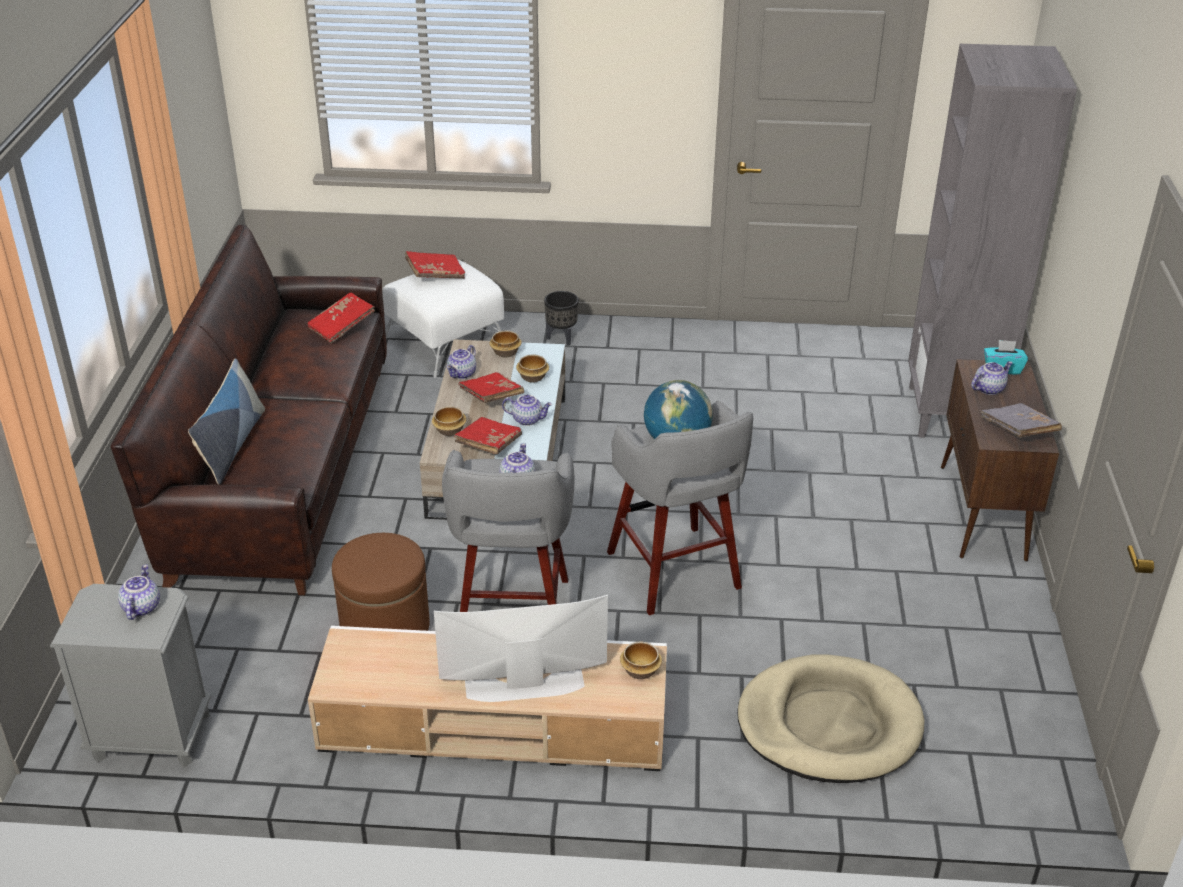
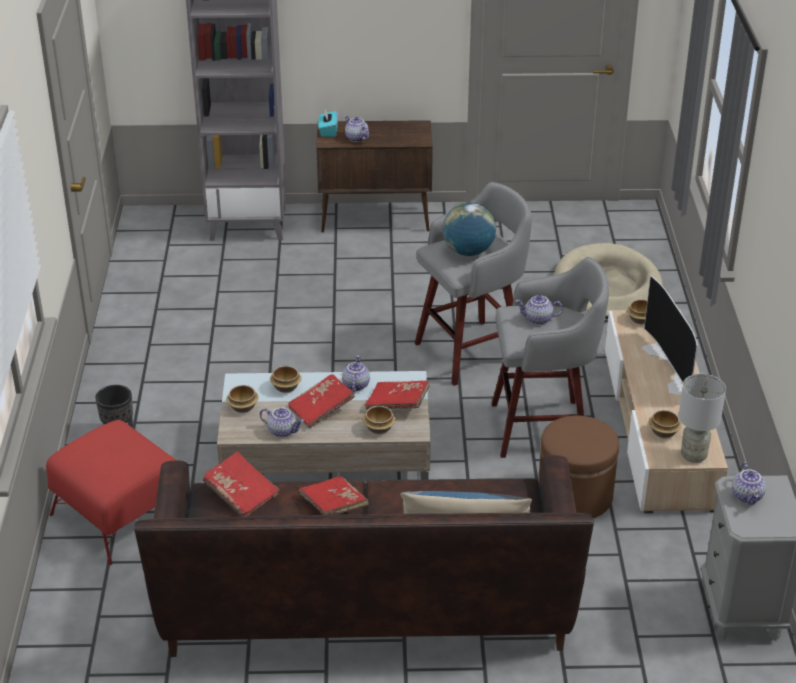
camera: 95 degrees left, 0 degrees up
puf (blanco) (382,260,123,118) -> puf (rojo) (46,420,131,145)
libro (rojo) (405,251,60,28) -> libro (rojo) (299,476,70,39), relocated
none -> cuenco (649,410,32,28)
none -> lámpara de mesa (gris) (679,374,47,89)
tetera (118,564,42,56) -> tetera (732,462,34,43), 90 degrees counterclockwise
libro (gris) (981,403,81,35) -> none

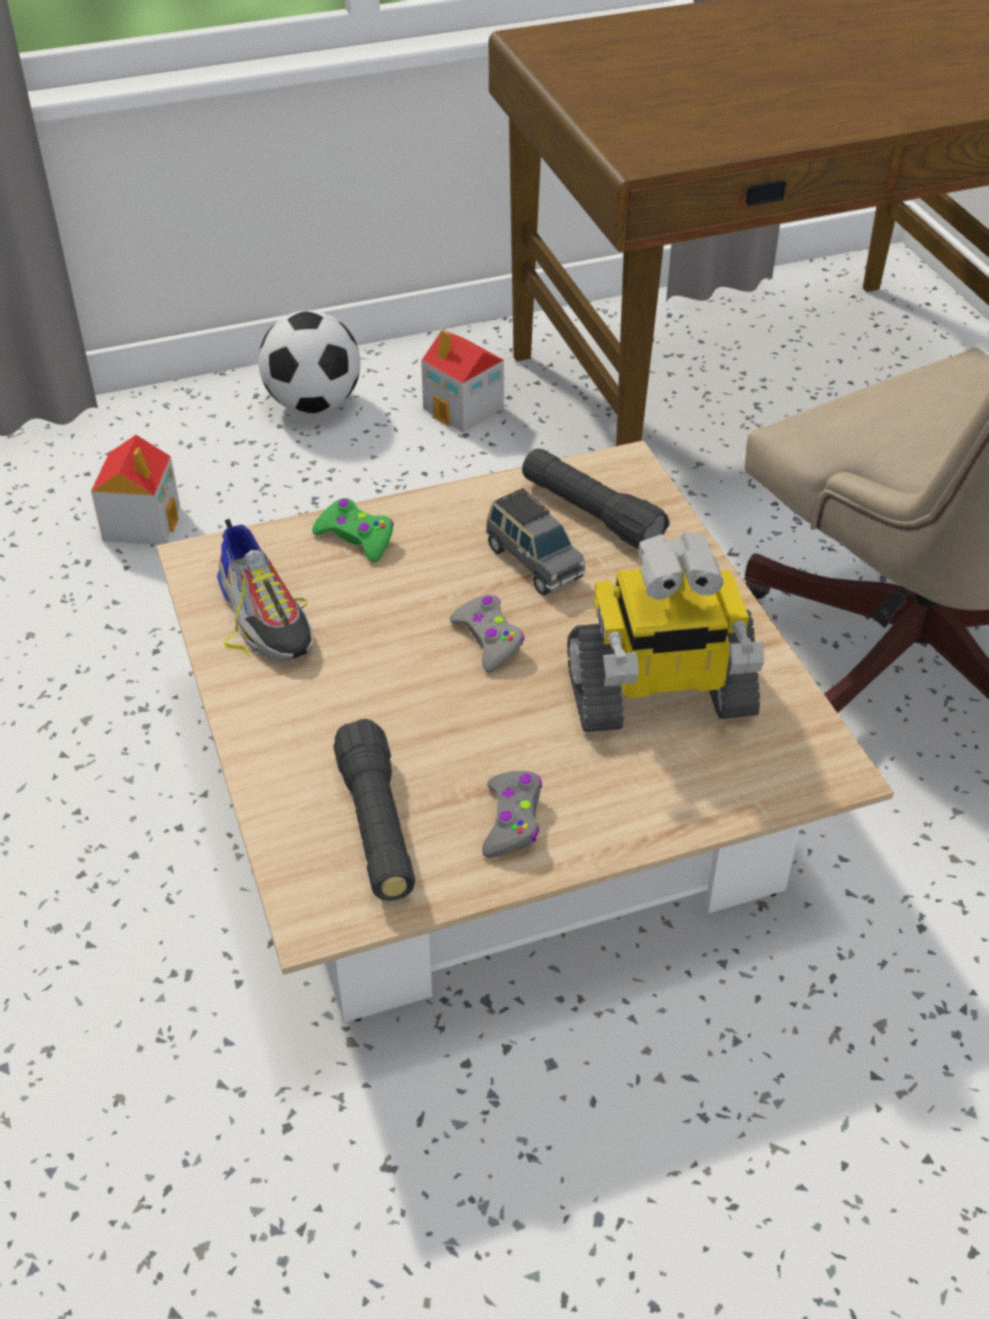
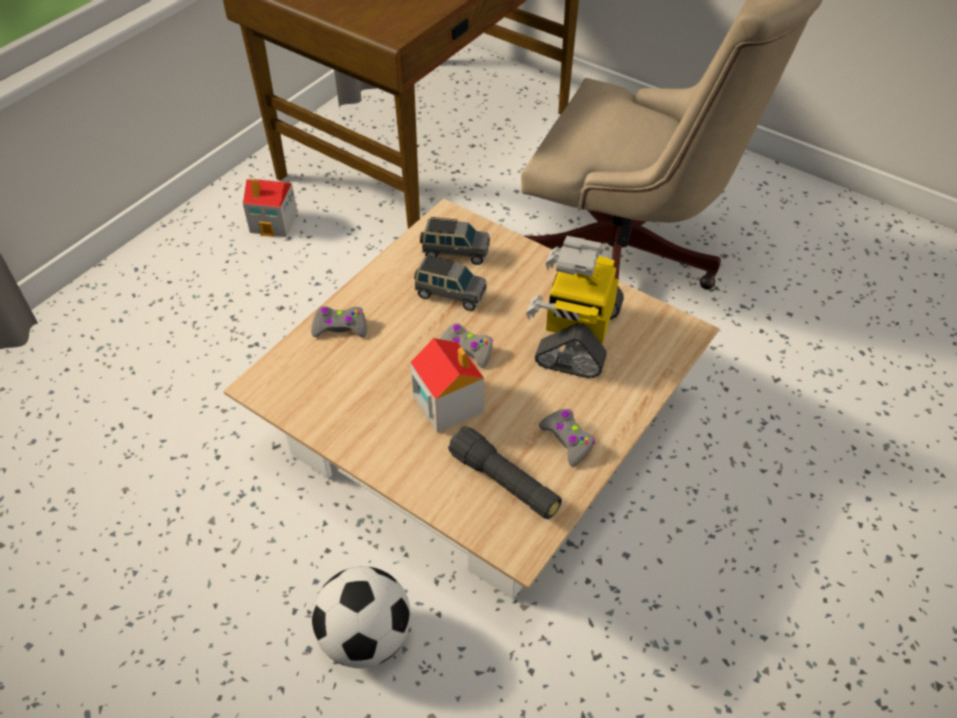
camera: 35 degrees left, 5 degrees up
mando de consola (verde) (312,498,82,64) -> mando de consola (gris) (311,306,56,31)
balón de fútbol (258,311,102,103) -> balón de fútbol (312,566,99,102), relocated
casita (91,435,89,110) -> casita (410,338,74,95), relocated
linterna (negro) (522,449,148,101) -> coche de juguete (gris) (420,217,70,48)
robot de juguete (567,532,198,200) -> robot de juguete (526,236,98,142), 150 degrees clockwise
zapato (217,519,96,141) -> none

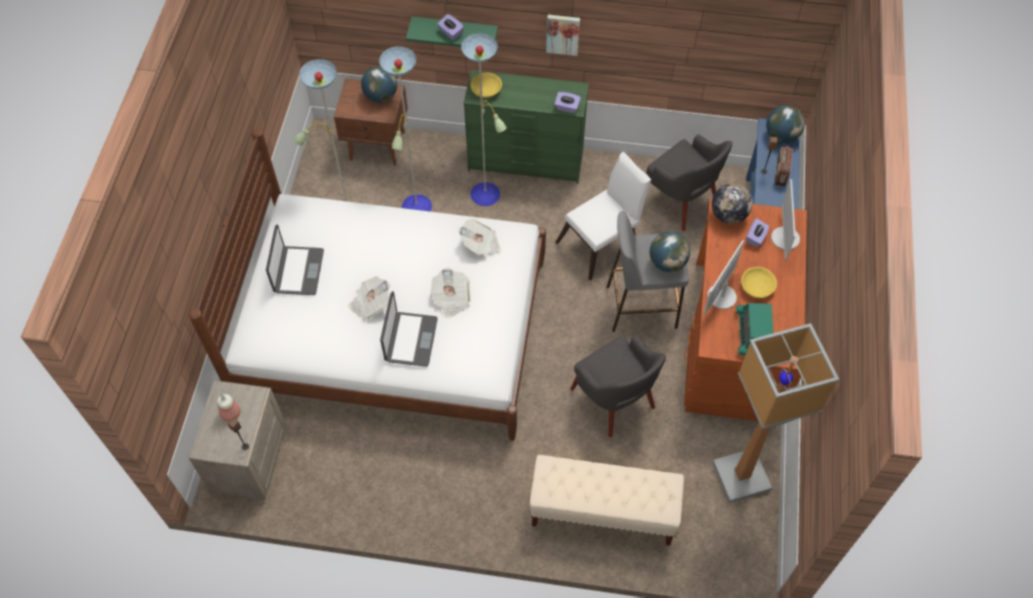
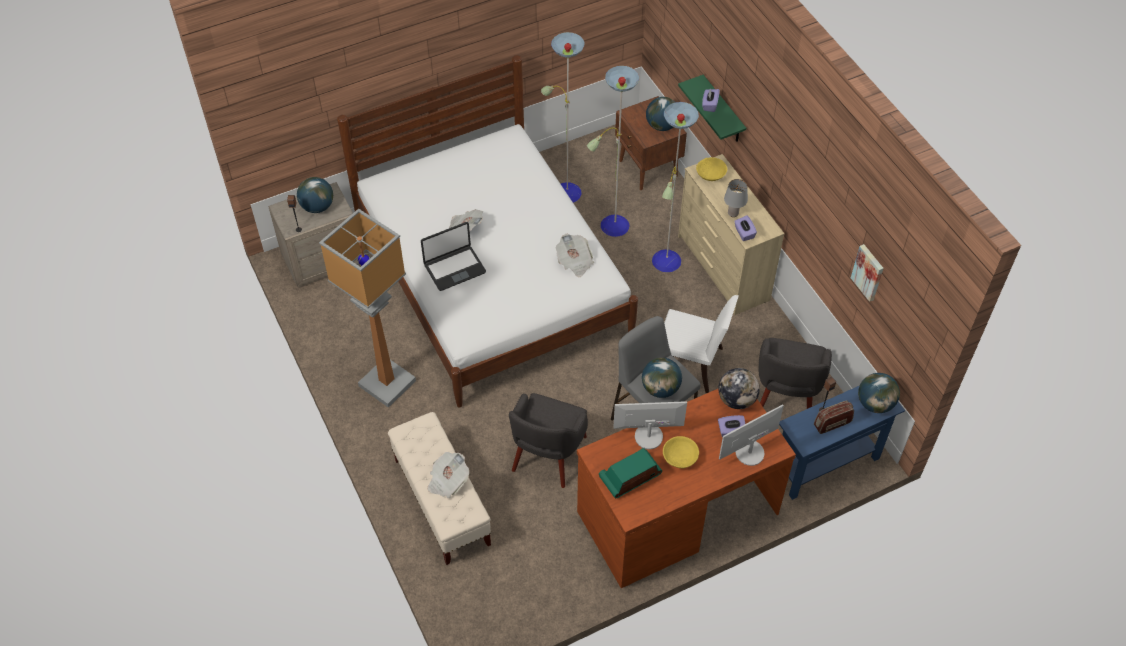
camera: 55 degrees right, 5 degrees down
botella (217,393,23,28) -> globo terráqueo (297,177,36,36)
lámpara de pie (712,323,127,180) -> lámpara de pie (319,209,97,199), relocated
periódico (430,268,41,50) -> periódico (427,452,42,47), relocated
cómoda (verde) (463,70,126,114) -> cómoda (beis) (678,154,107,161)
none -> lámpara de mesa (gris) (724,179,24,38)
cuadro (546,15,34,41) -> cuadro (851,244,33,58), relocated
portátil (266,224,58,71) -> none

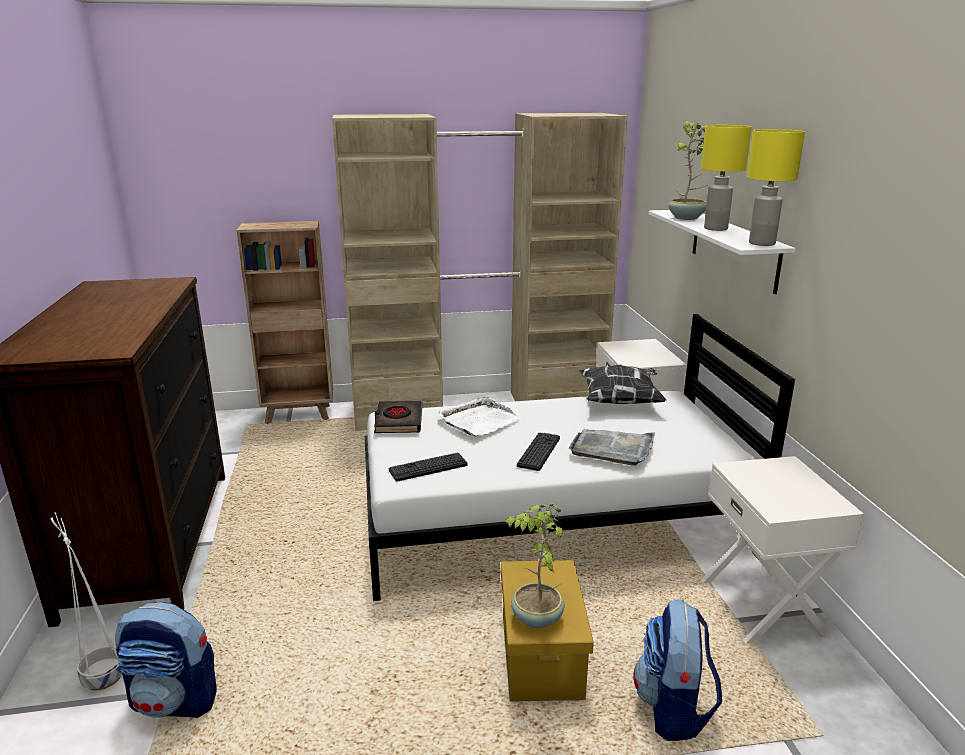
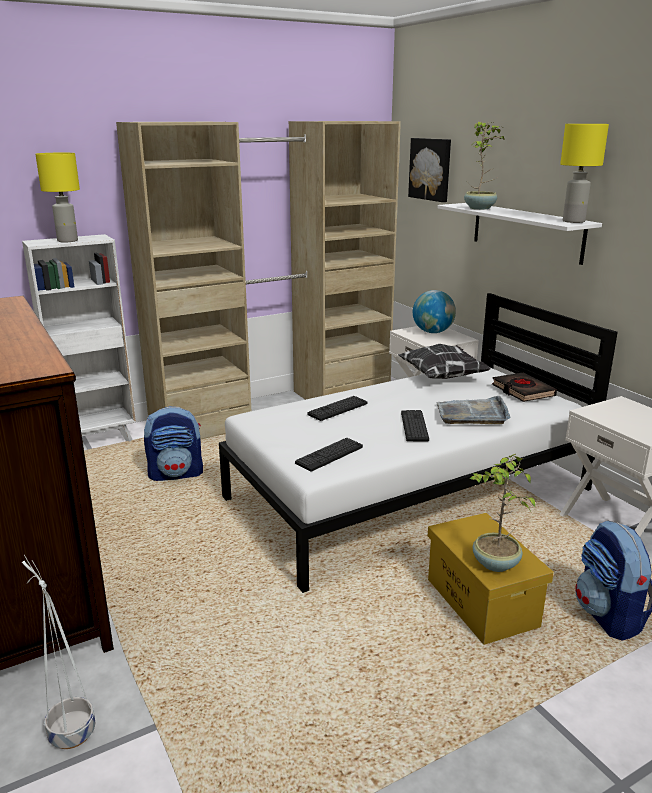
camera: 20 degrees left, 0 degrees up
estantería (marrón) (236,221,97,203) -> estantería (blanco) (22,234,114,207)
lámpara de mesa (amarillo) (701,125,51,106) -> lámpara de mesa (amarillo) (35,153,45,89), relocated
mochila (115,602,102,116) -> mochila (144,406,59,75), relocated
bandeja (blanco) (438,397,83,40) -> teclado (308,396,59,25)
none -> cuadro (408,138,43,64)
none -> globo terráqueo (413,290,43,43)
libro (negro) (374,401,48,32) -> libro (negro) (492,372,65,30), relocated

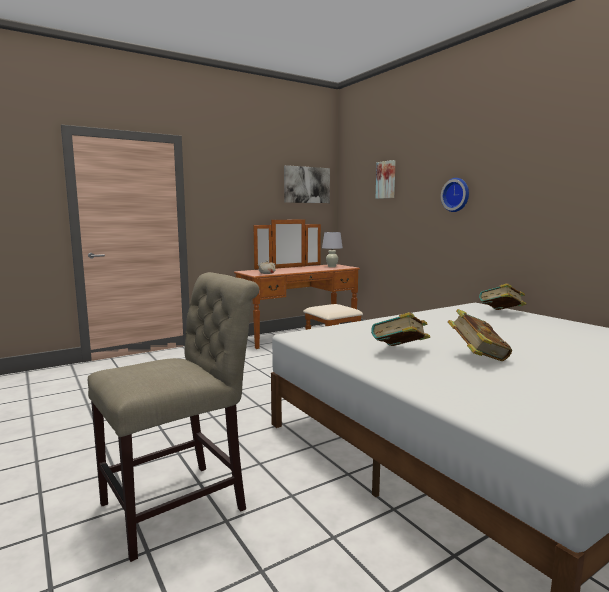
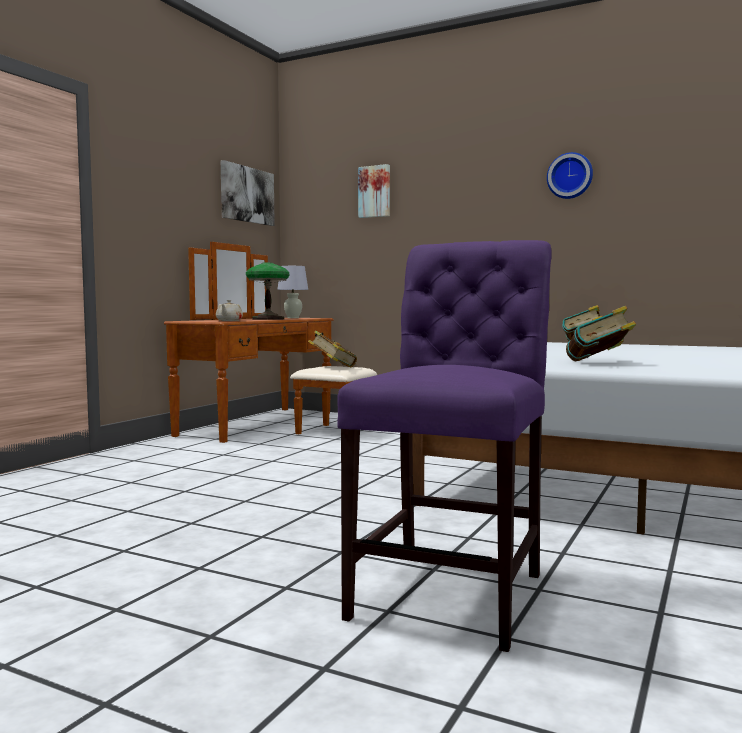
camera: 30 degrees left, 5 degrees down
none -> lámpara de mesa (246,262,44,58)
libro (448,309,64,52) -> libro (308,330,49,37), relocated
silla (beis) (88,272,171,290) -> silla (morado) (337,240,215,412)
reloj de pared (441,178,28,34) -> reloj de pared (547,152,46,47), relocated

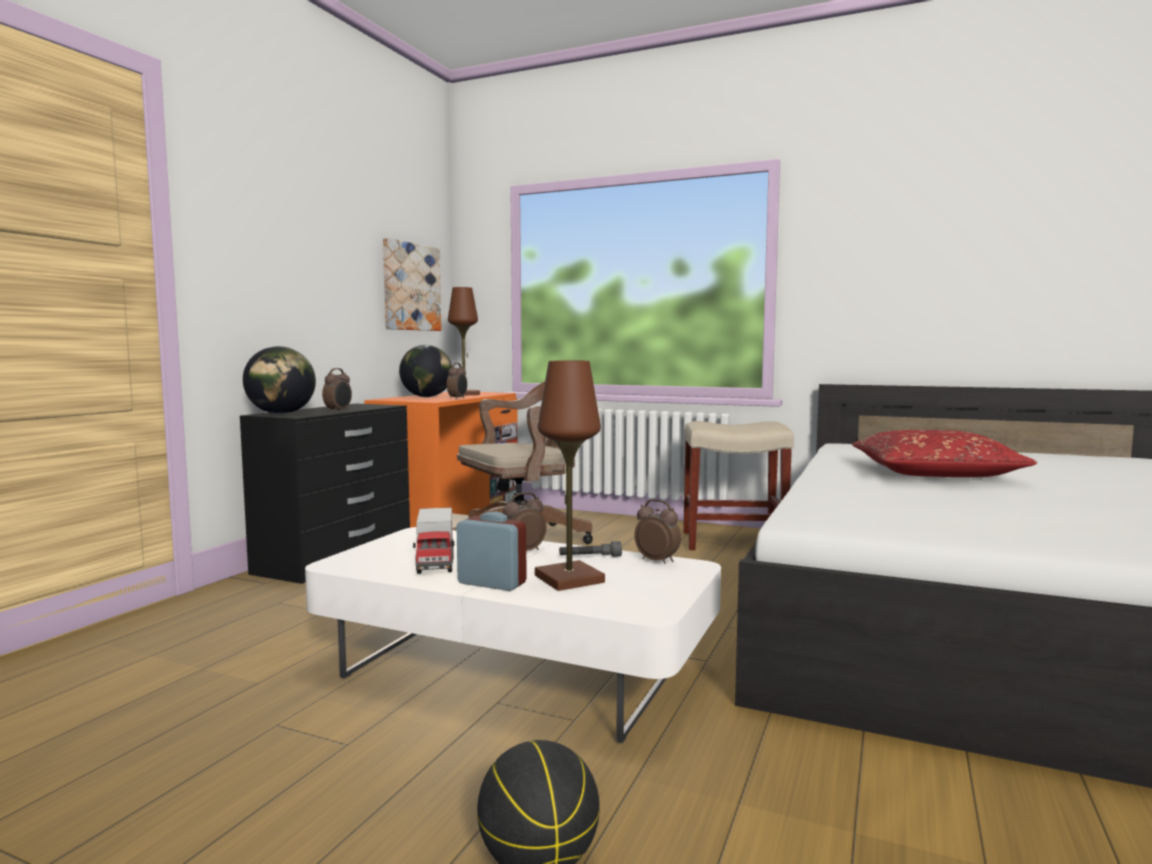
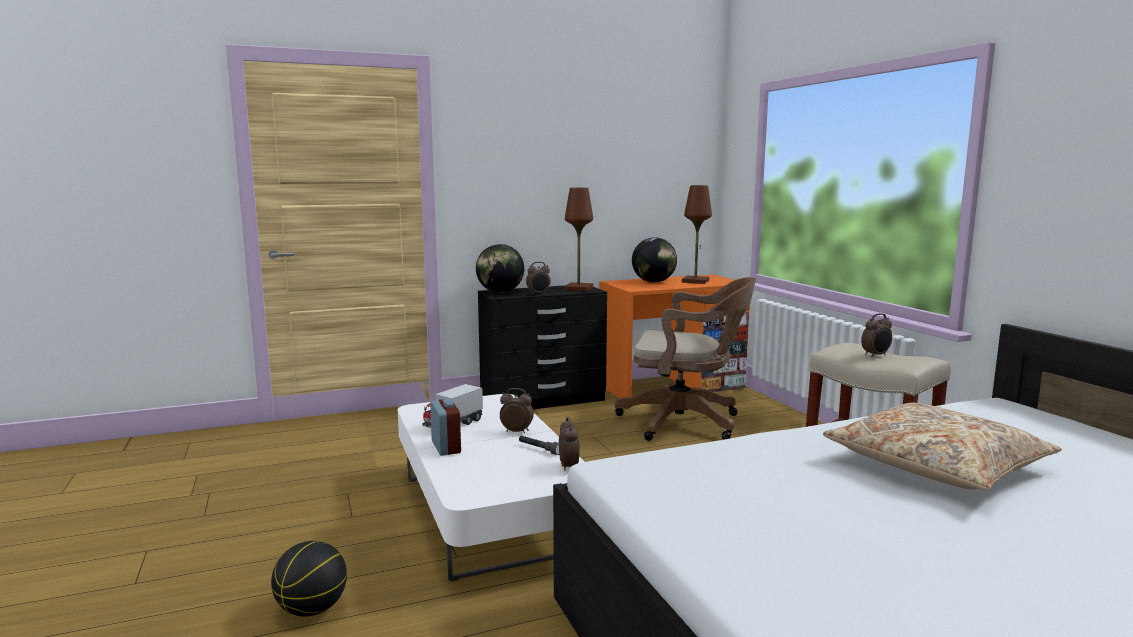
camera: 45 degrees right, 5 degrees up
lámpara de mesa (marrón) (535,360,70,231) -> lámpara de mesa (marrón) (564,188,29,103), relocated
cojín (rojo) (852,430,185,47) -> cojín (beis) (823,403,239,87)
despertador (447,363,20,36) -> despertador (861,313,31,44), relocated
cuadro (383,238,58,93) -> none

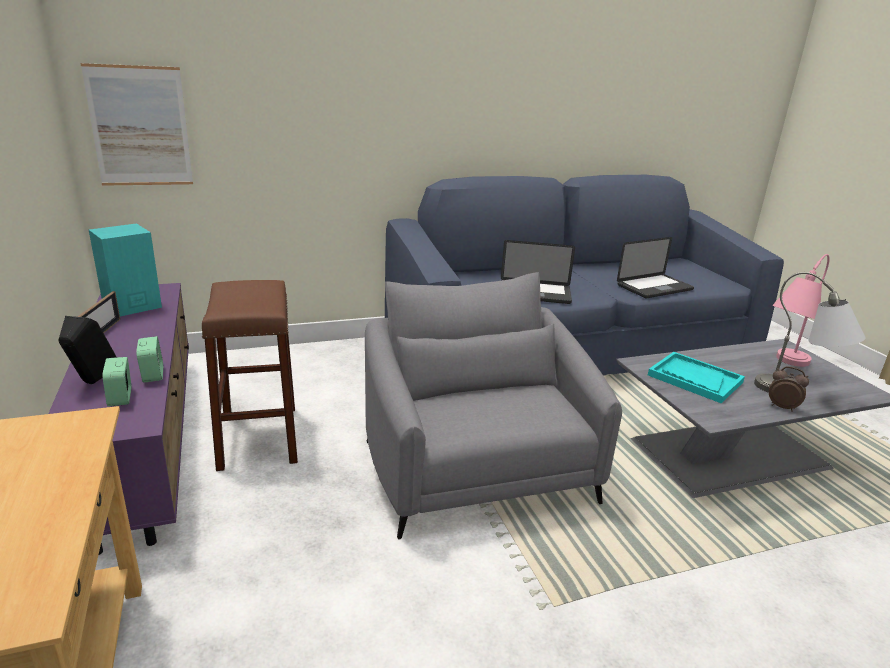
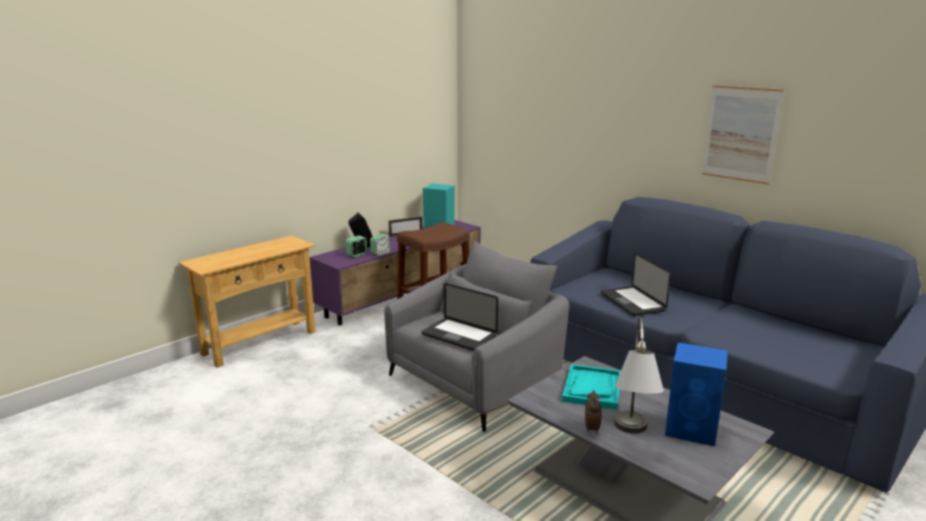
camera: 65 degrees right, 5 degrees down
portátil (617,237,77,61) -> portátil (422,283,76,68), relocated
lámpara de mesa (rosa) (772,254,58,113) -> altavoz (azul) (665,343,63,103)
cuadro (81,63,112,123) -> cuadro (702,85,82,100), relocated

